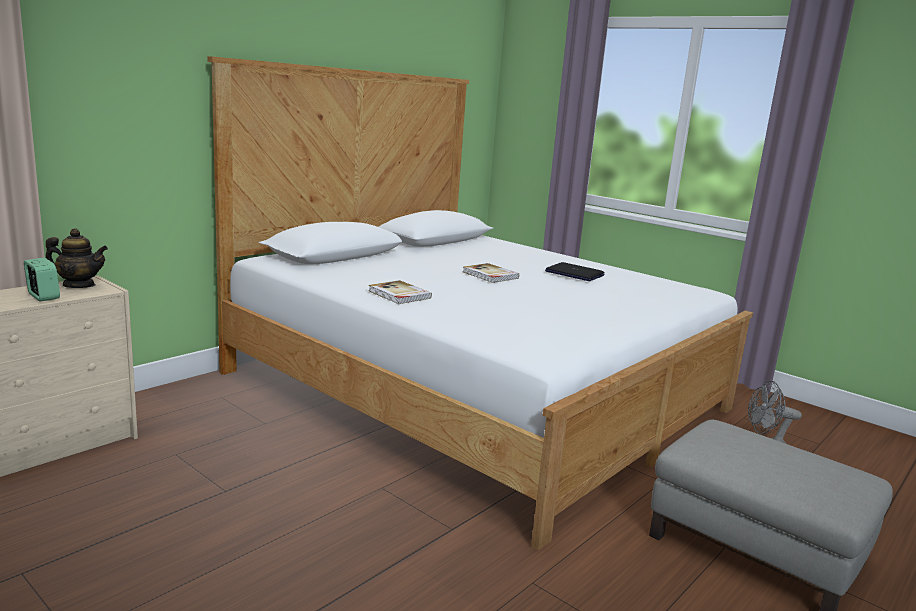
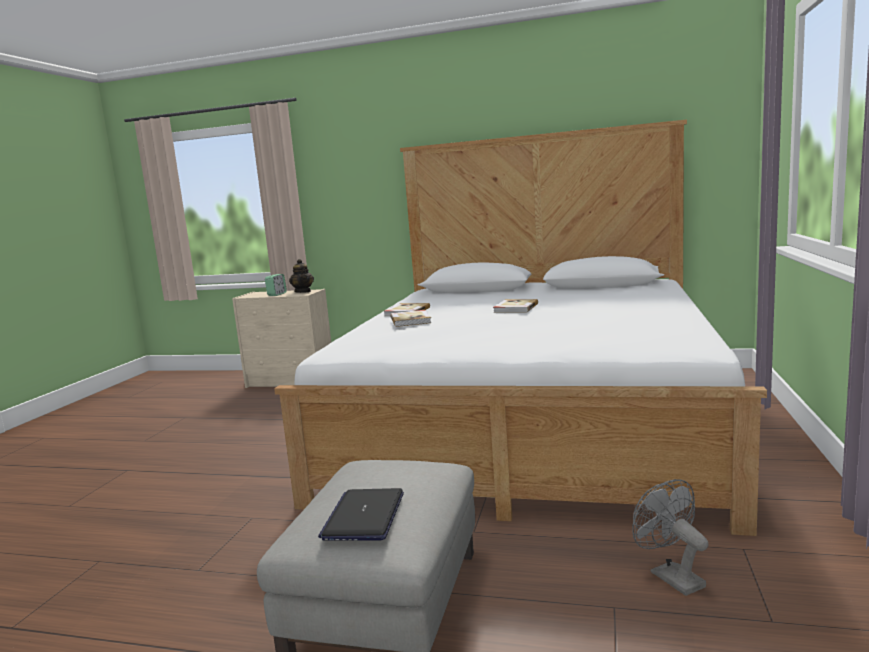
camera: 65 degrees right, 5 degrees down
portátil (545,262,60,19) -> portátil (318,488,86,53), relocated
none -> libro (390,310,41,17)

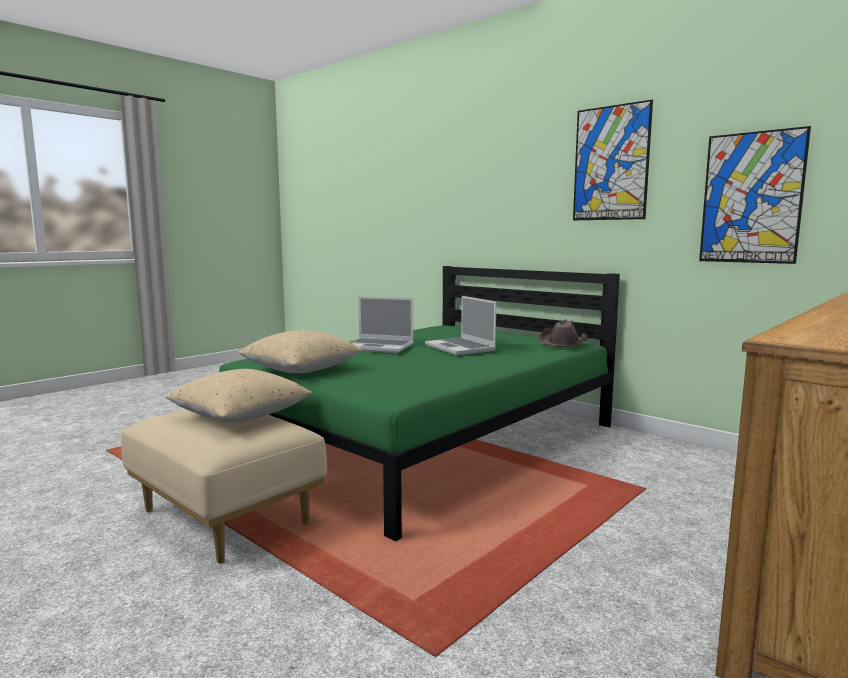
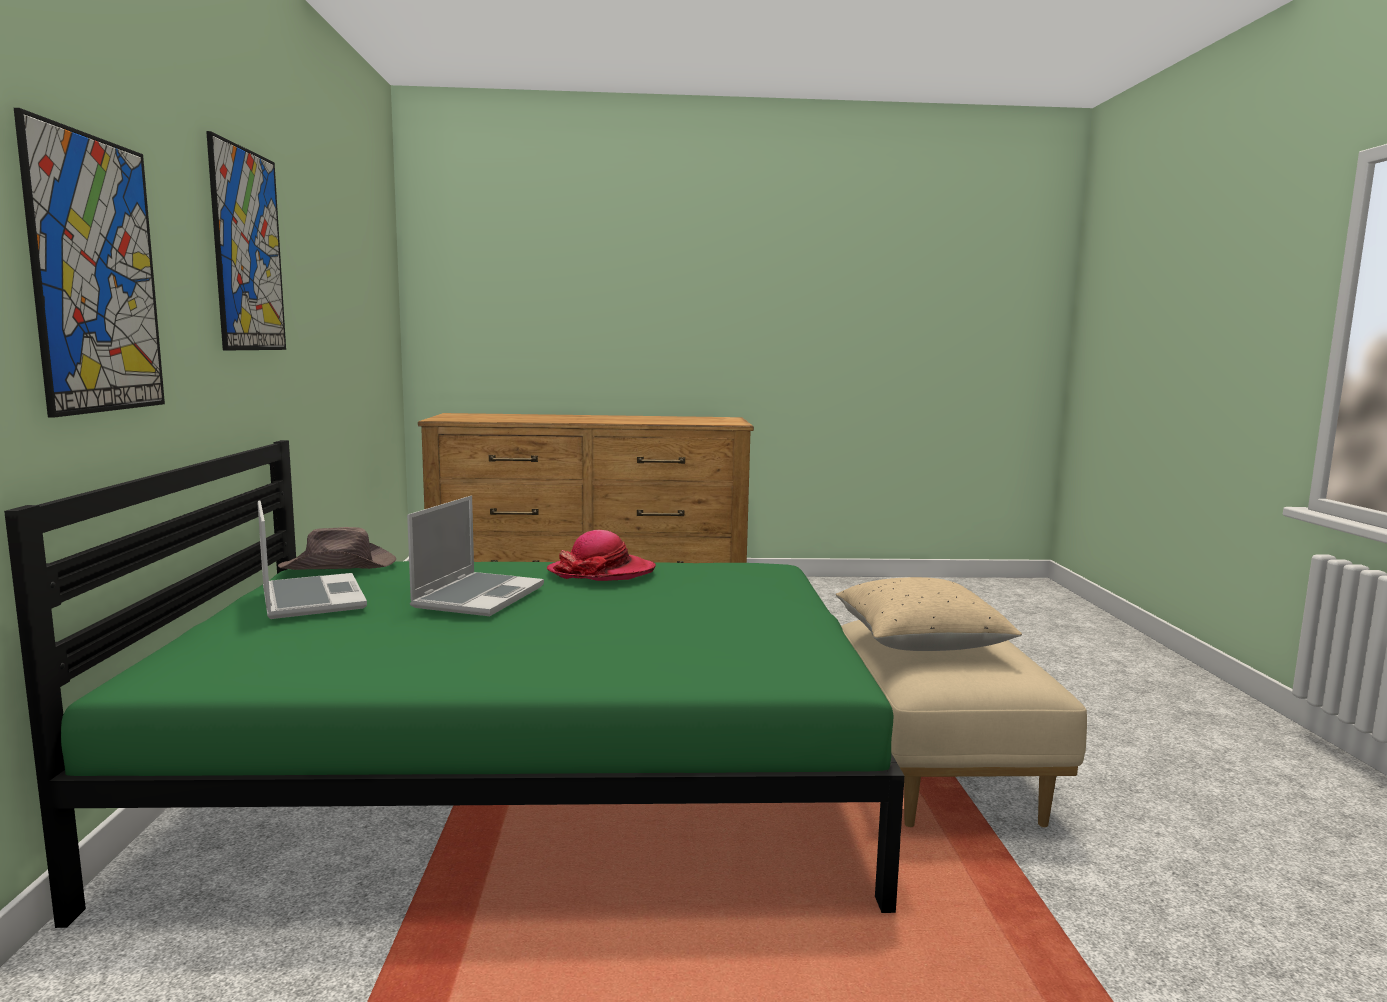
camera: 135 degrees left, 0 degrees up
cuadro (699,126,112,138) -> cuadro (14,108,151,310), relocated
portátil (351,296,63,57) -> portátil (258,500,109,119), relocated
none -> sombrero (547,530,109,51)
cojín (beis) (238,330,125,43) -> none

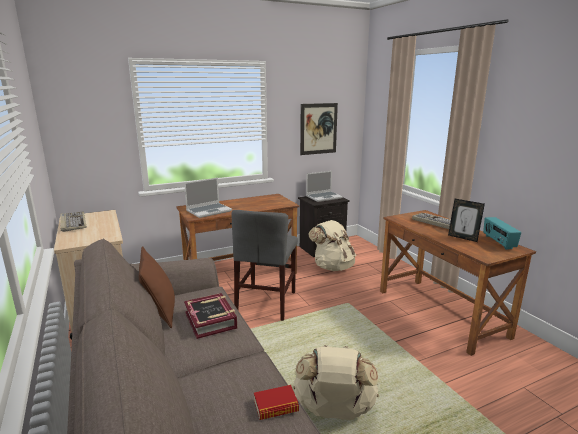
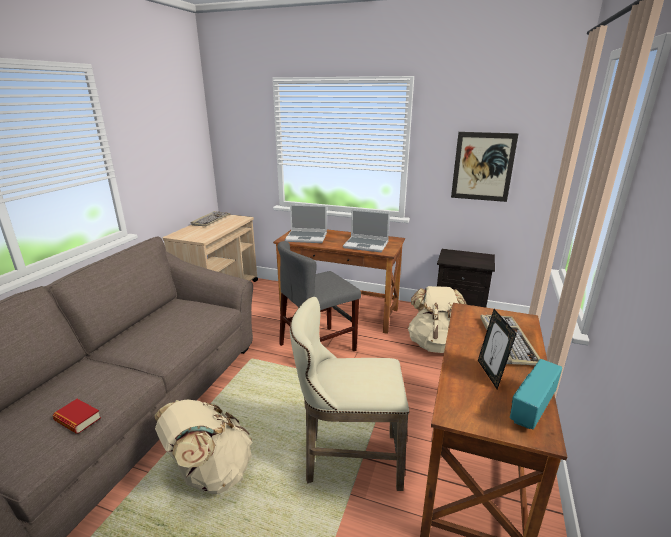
camera: 45 degrees right, 5 degrees up
none -> taburete (beis) (290,297,119,194)
portátil (306,171,37,31) -> portátil (343,209,47,43), relocated
cojín (marrón) (139,246,36,82) -> none
libro (184,293,53,46) -> none

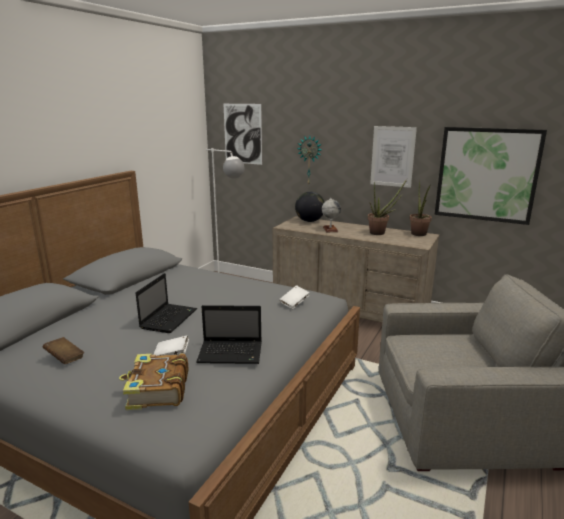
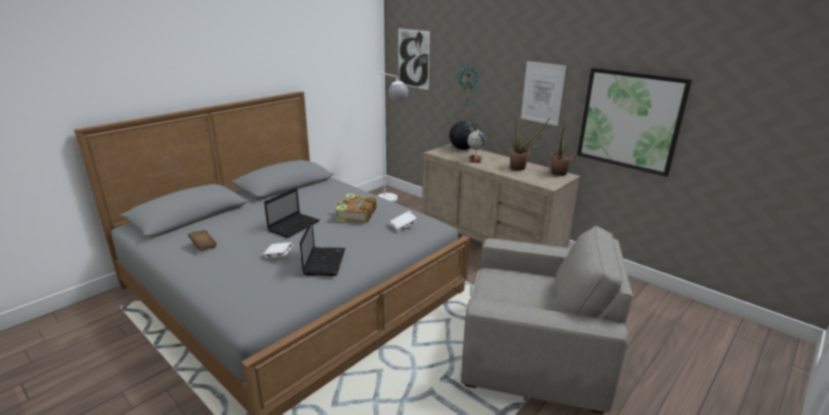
camera: 15 degrees right, 5 degrees up
portátil (196,305,66,59) -> portátil (300,219,45,57), 105 degrees counterclockwise
libro (119,353,69,57) -> libro (335,194,41,29), relocated

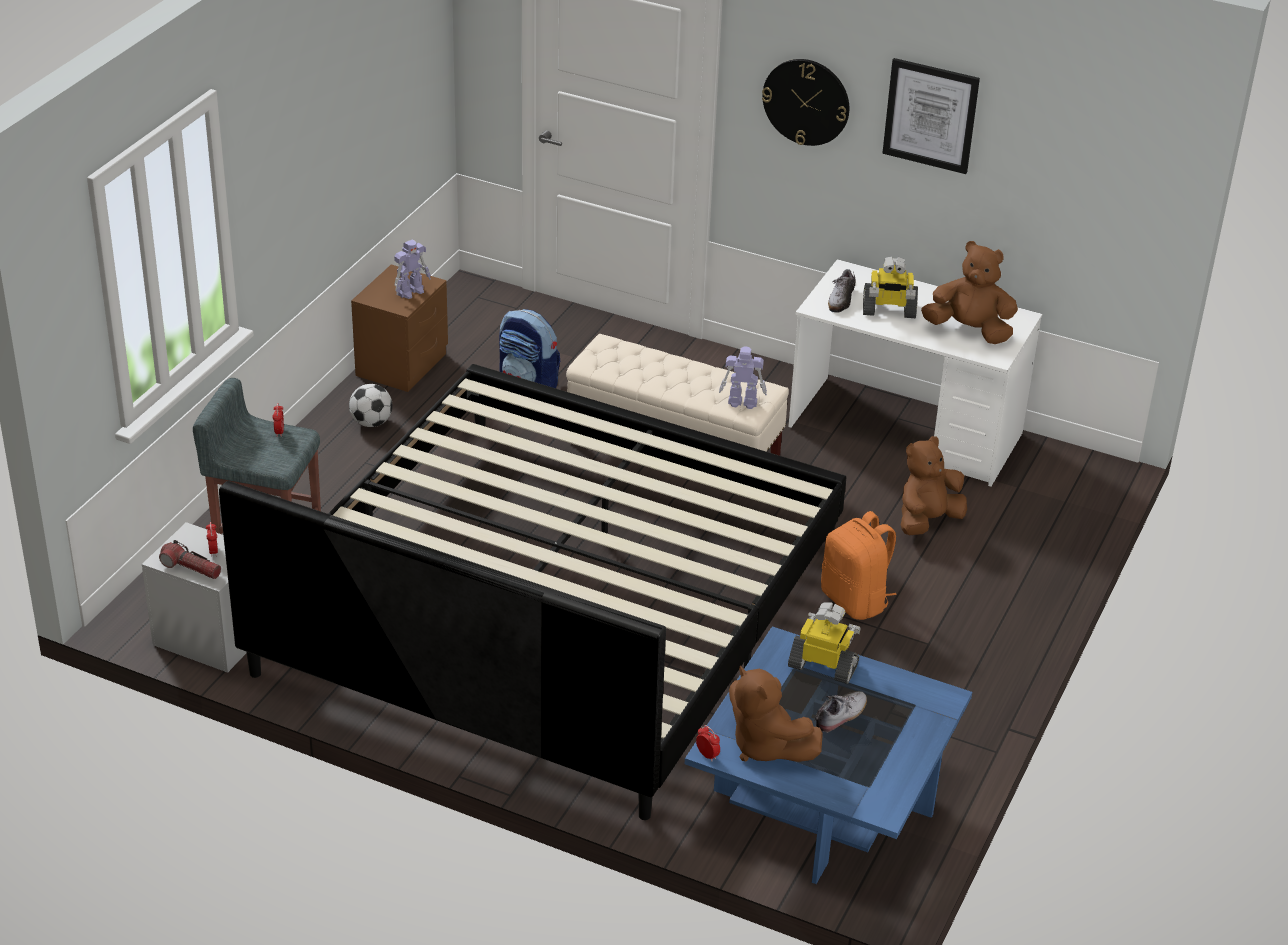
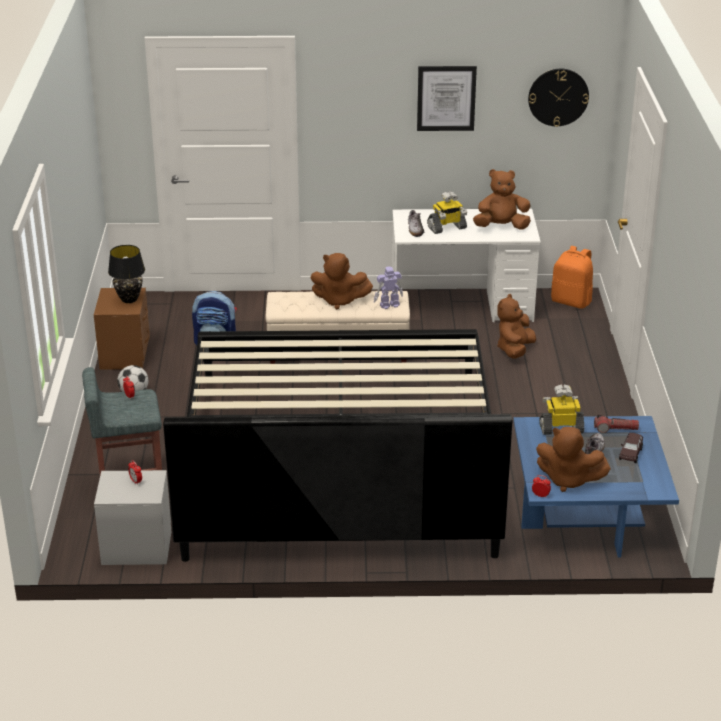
camera: 25 degrees left, 5 degrees down
robot de juguete (394,239,37,60) -> lámpara de mesa (negro) (108,245,37,58)
none -> peluche (marrón) (310,253,63,57)
reloj de pared (762,59,87,87) -> reloj de pared (528,69,61,58), relocated
mochila (naranja) (821,511,76,109) -> mochila (naranja) (551,246,42,63), relocated
linterna (159,540,62,39) -> linterna (594,414,45,19), relocated
none -> coche de juguete (marrón) (619,433,24,30)

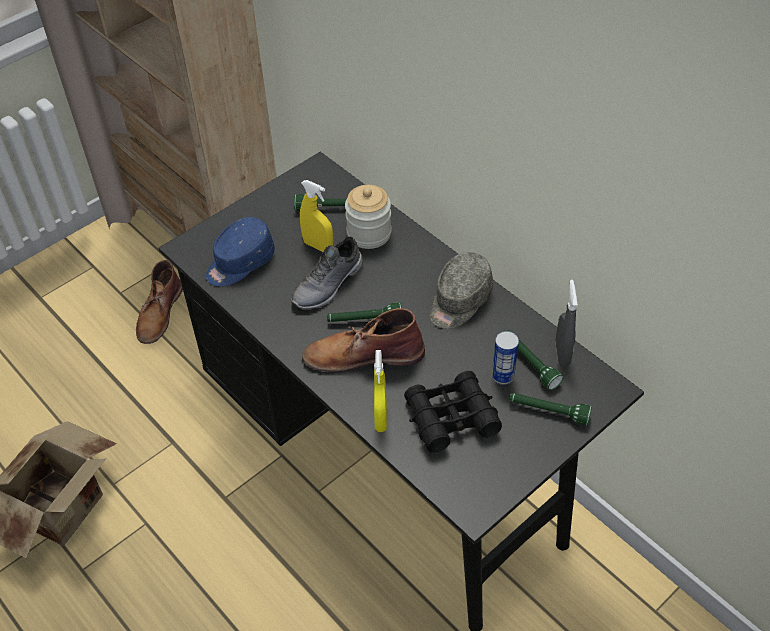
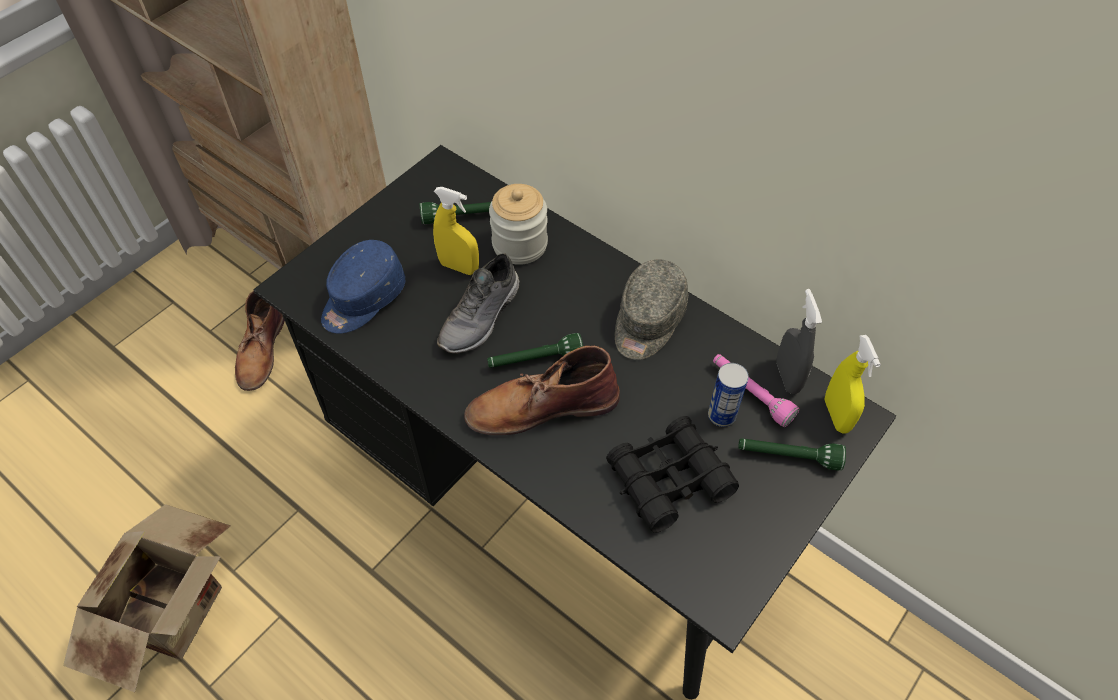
camera: 10 degrees left, 5 degrees up
linterna (verde) (506,330,58,60) -> linterna (rosa) (713,354,87,73)
pulverizador (amarillo) (374,350,13,82) -> pulverizador (amarillo) (825,335,56,99), relocated

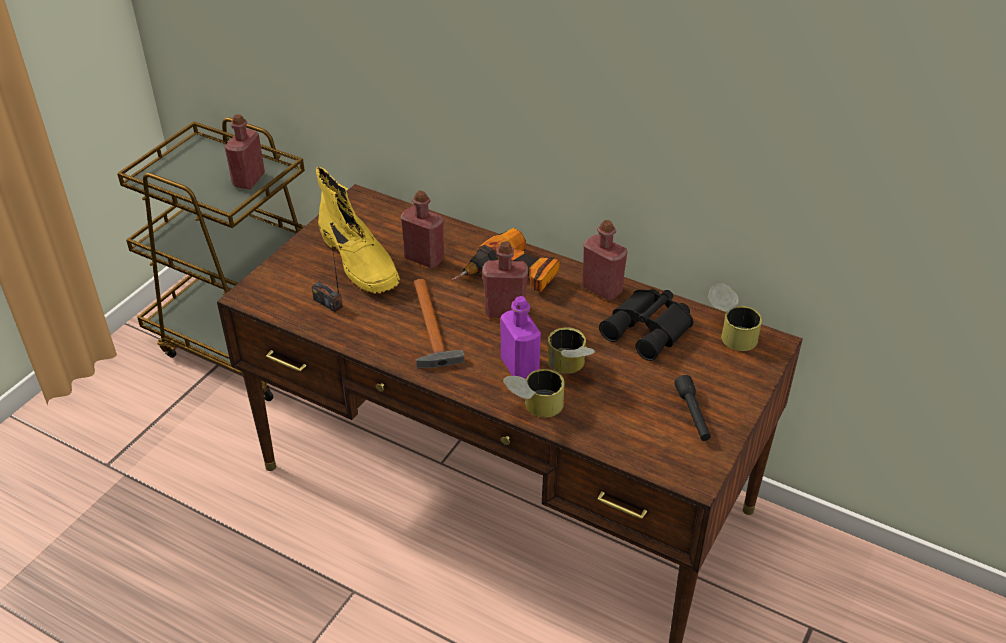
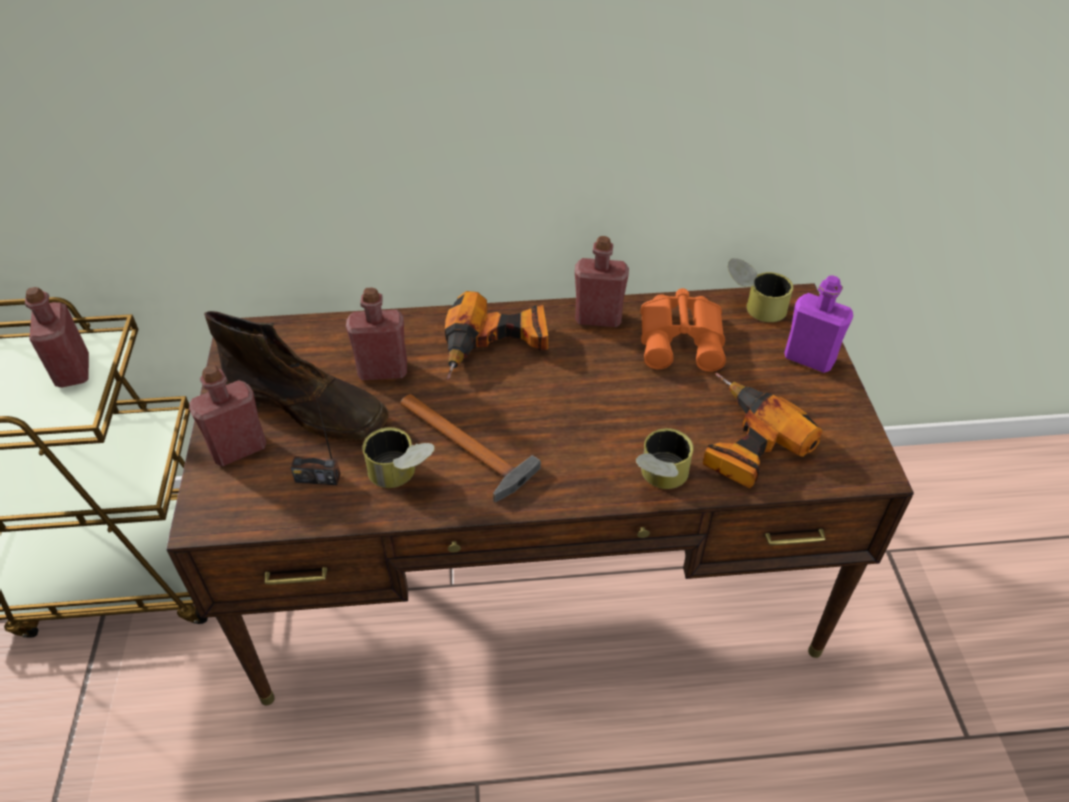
camera: 35 degrees left, 5 degrees up
botella (rojo) (482,242,46,76) -> botella (rojo) (189,365,77,101), relocated
bota (amarillo) (316,167,84,126) -> bota (marrón) (204,311,185,130)
lata (548,327,47,47) -> lata (362,427,73,61), relocated
prismáticos (negro) (599,289,94,72) -> prismáticos (naranja) (641,288,85,84)
none -> taladro (703,373,120,115)
botella (morado) (500,296,41,83) -> botella (morado) (784,275,69,98), relocated
linterna (negro) (674,375,37,66) -> none

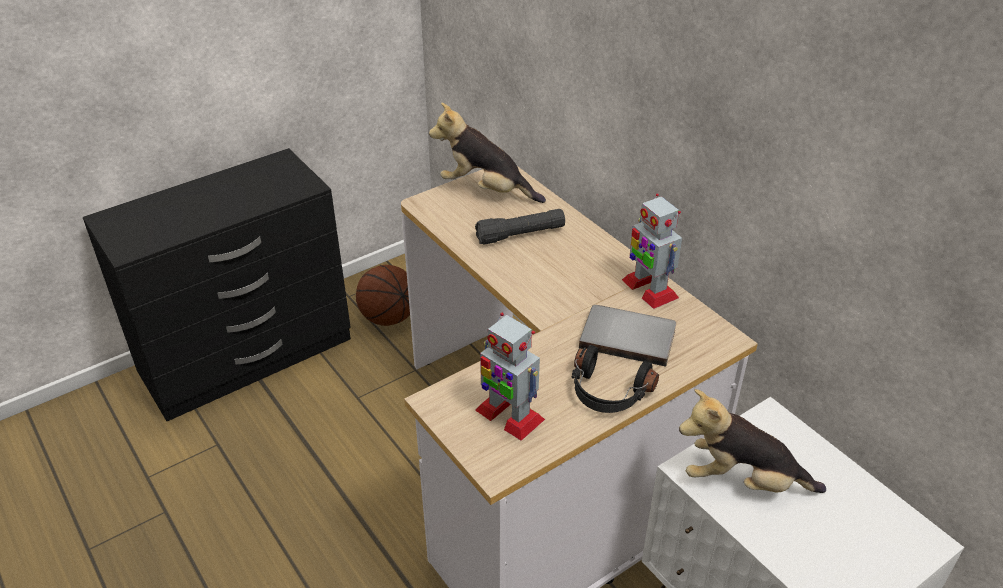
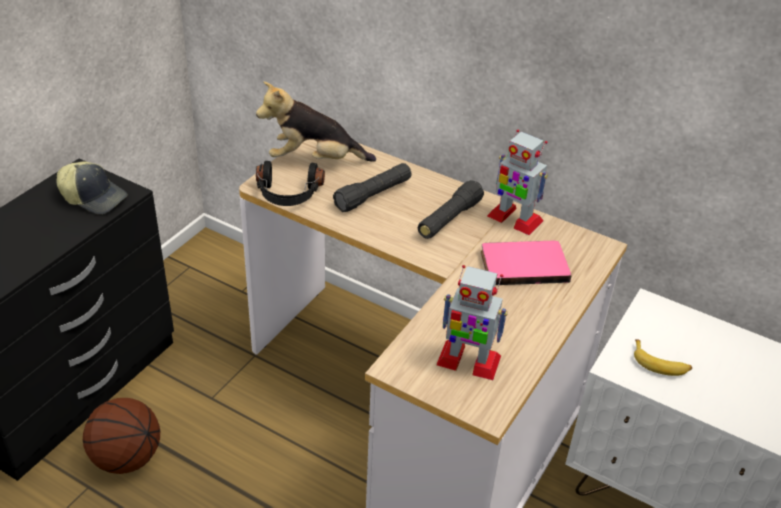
camera: 25 degrees left, 0 degrees up
none -> gorra (57,161,71,54)
balón de baloncesto (356,265,54,61) -> balón de baloncesto (83,398,77,76), relocated
auriculares (negro) (571,345,88,68) -> auriculares (negro) (256,161,69,45), relocated
none -> linterna (negro) (418,180,66,59)
libro (gris) (579,305,97,62) -> libro (rosa) (481,241,91,44)
peluche (679,389,147,104) -> plátano (634,339,58,37)

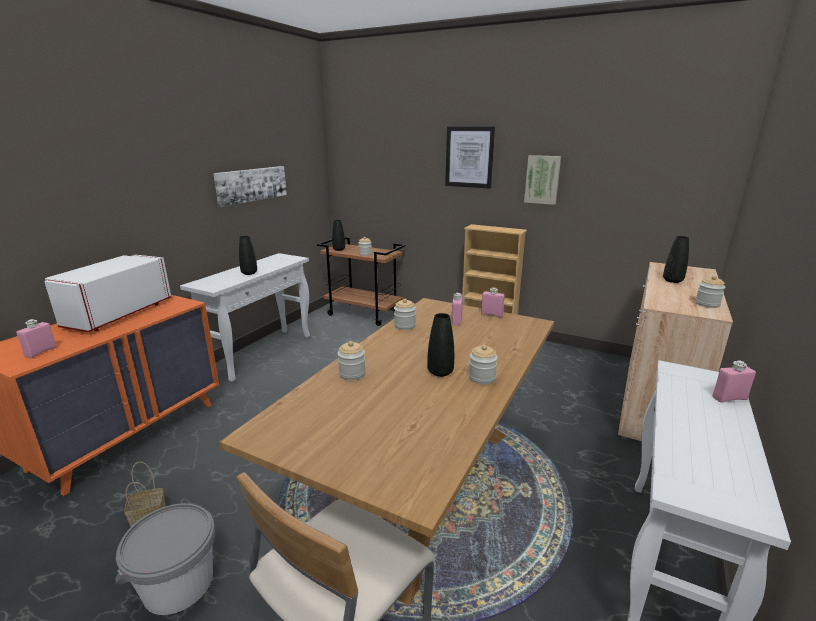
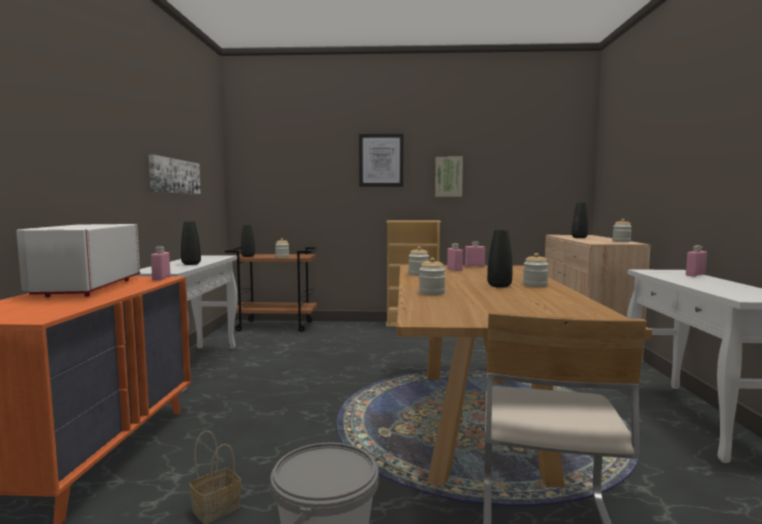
camera: 25 degrees left, 15 degrees down
botella (rosa) (16,319,41,39) -> botella (rosa) (151,246,20,35), relocated

